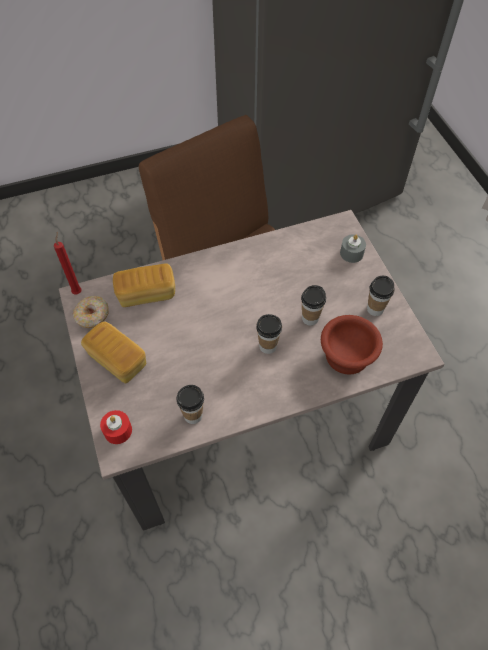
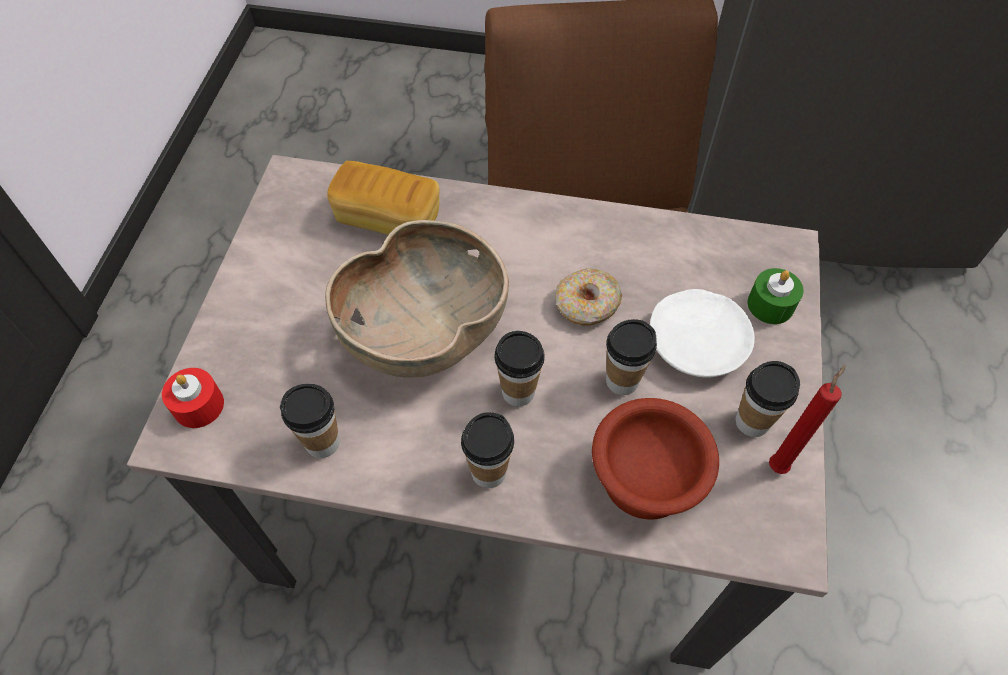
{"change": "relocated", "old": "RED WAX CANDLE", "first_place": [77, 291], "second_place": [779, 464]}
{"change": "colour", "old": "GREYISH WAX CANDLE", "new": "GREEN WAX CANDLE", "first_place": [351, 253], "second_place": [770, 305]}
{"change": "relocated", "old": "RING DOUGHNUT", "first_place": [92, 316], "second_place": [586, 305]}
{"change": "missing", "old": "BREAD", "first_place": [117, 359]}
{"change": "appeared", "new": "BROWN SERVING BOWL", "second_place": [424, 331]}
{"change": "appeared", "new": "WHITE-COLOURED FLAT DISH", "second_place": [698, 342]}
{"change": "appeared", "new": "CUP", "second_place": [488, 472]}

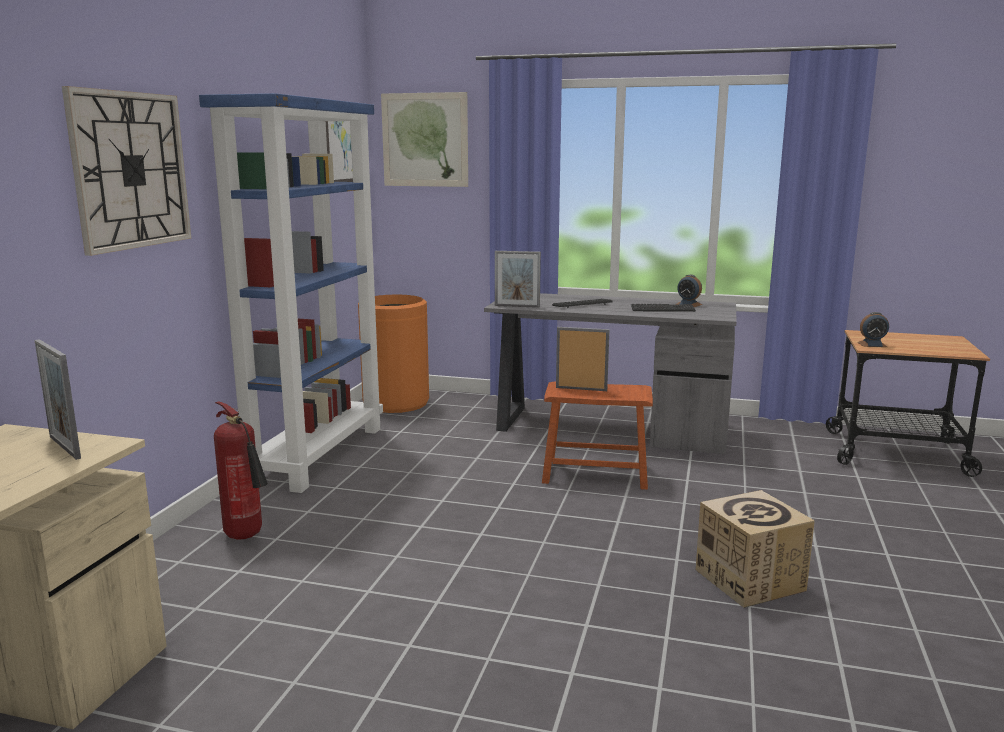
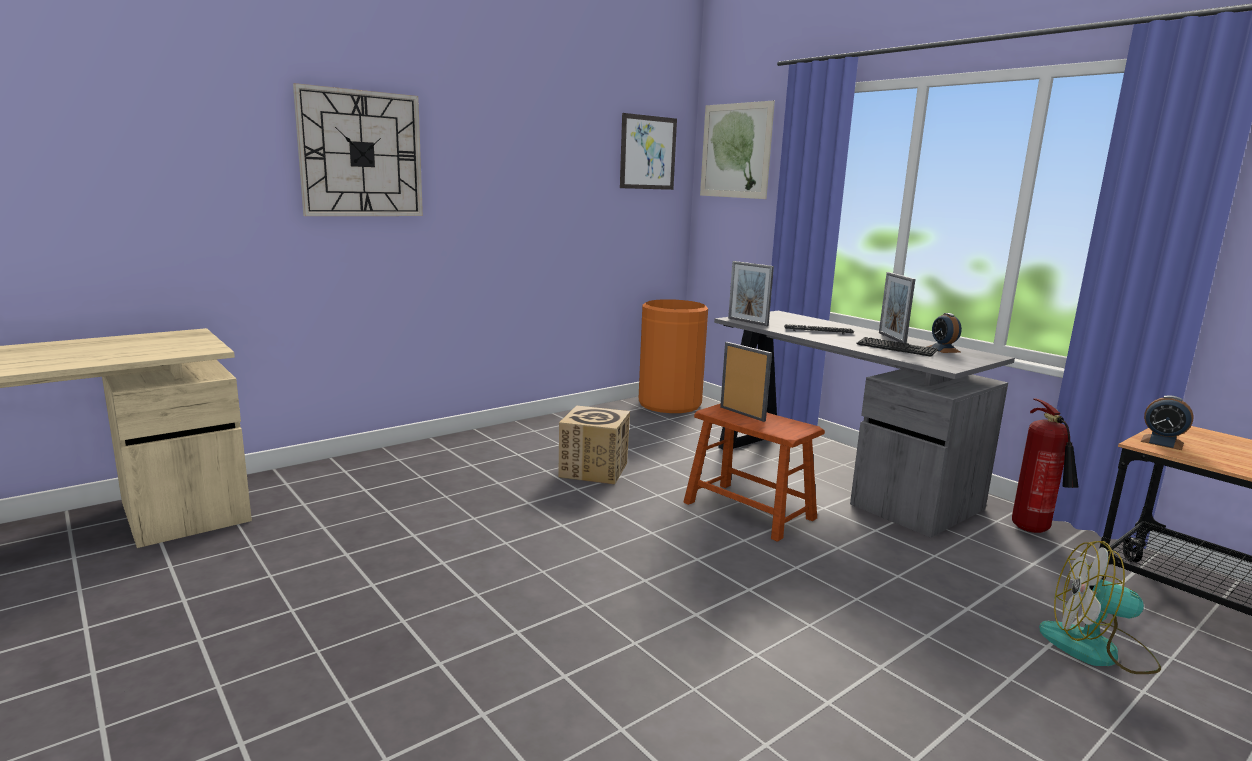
{"change": "missing", "old": "BLUE BOOKSHELF", "first_place": [318, 454]}
{"change": "relocated", "old": "PICTURE FRAME", "first_place": [64, 447], "second_place": [891, 338]}
{"change": "relocated", "old": "FIRE-FIGHTING CYLINDER", "first_place": [247, 536], "second_place": [1034, 531]}
{"change": "relocated", "old": "PACKING BOX", "first_place": [749, 580], "second_place": [594, 470]}
{"change": "appeared", "new": "ELECTRIC FAN", "second_place": [1097, 649]}

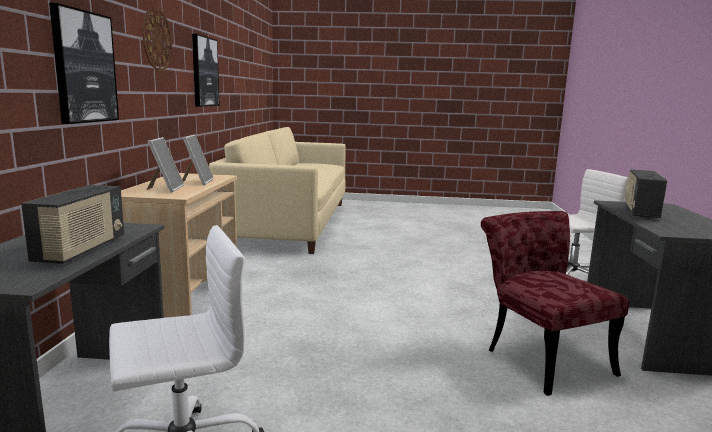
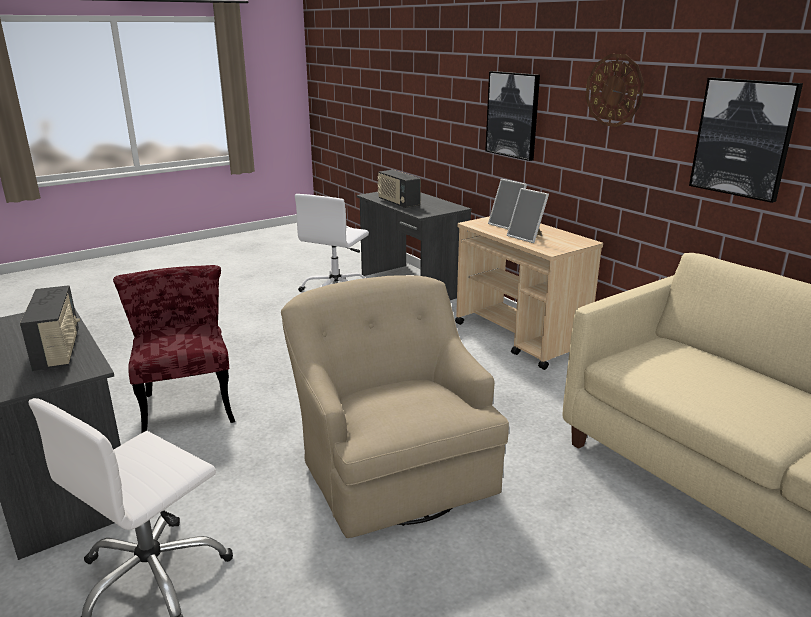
{"change": "spun", "old": "RED PLAIN CHAIR", "first_place": [540, 356], "second_place": [187, 402], "degrees": -135}
{"change": "appeared", "new": "BEIGE LOUNGE CHAIR", "second_place": [392, 467]}

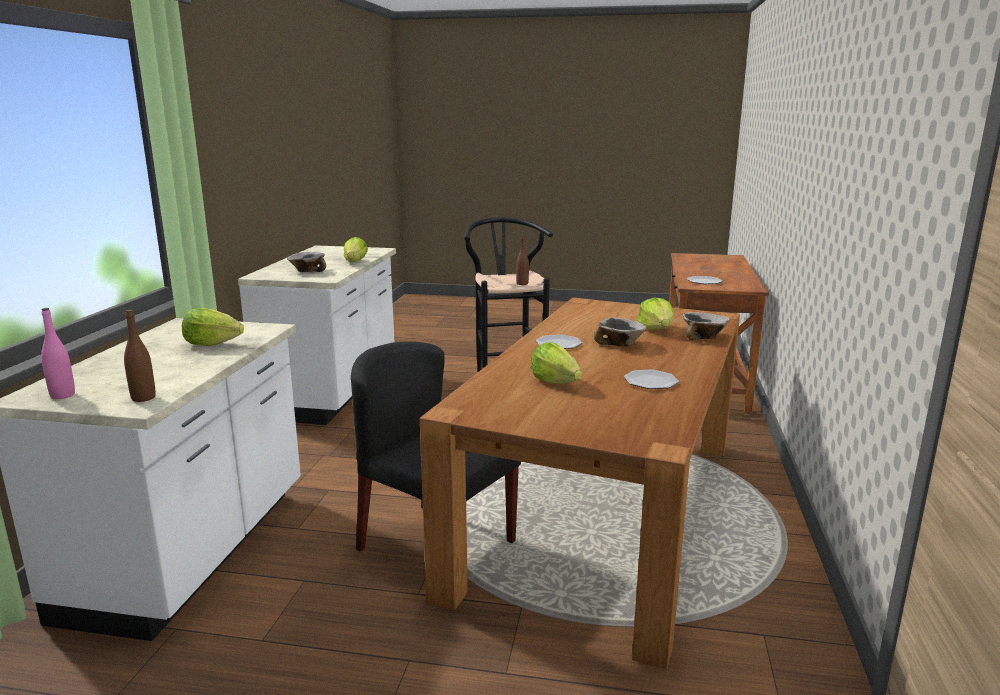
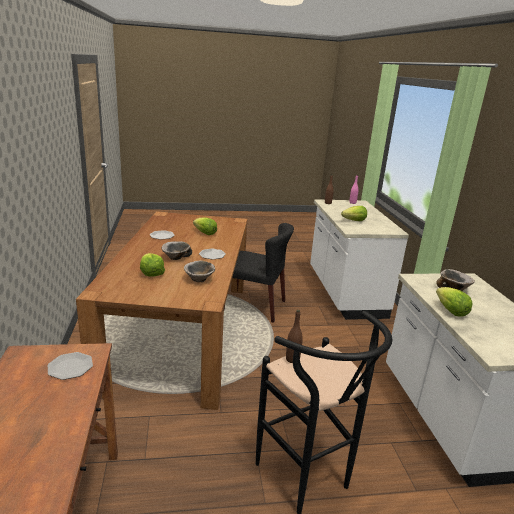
{"change": "relocated", "old": "SERVING BOWL", "first_place": [703, 336], "second_place": [199, 279]}

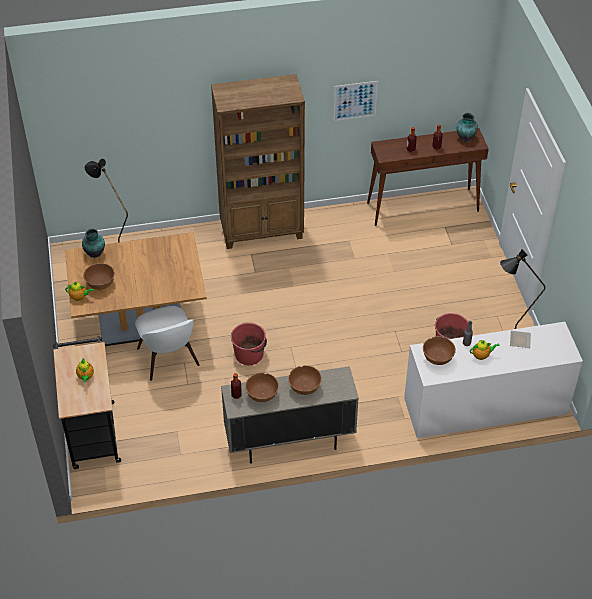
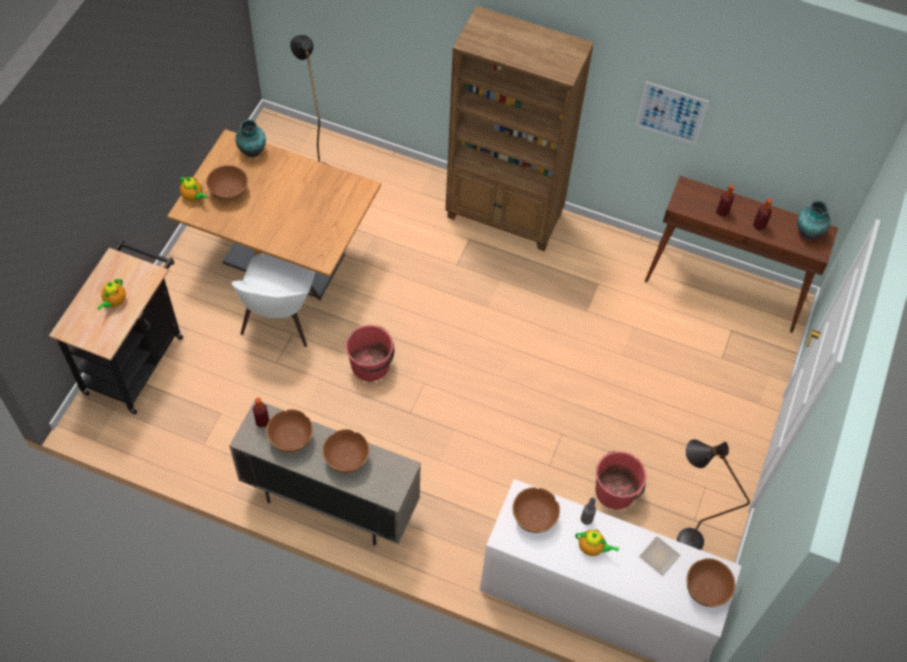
{"change": "appeared", "new": "BROWN SERVING BOWL", "second_place": [706, 589]}

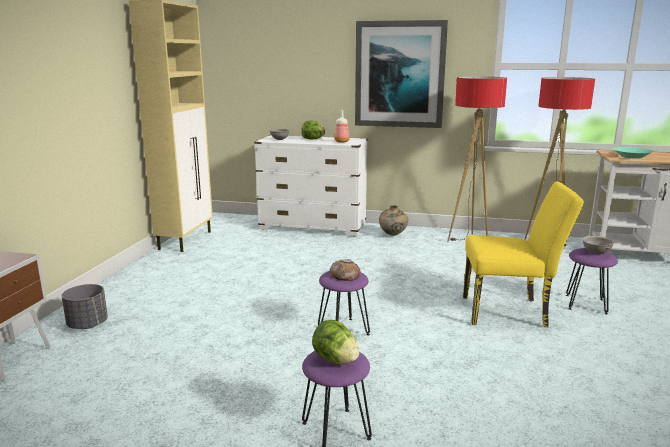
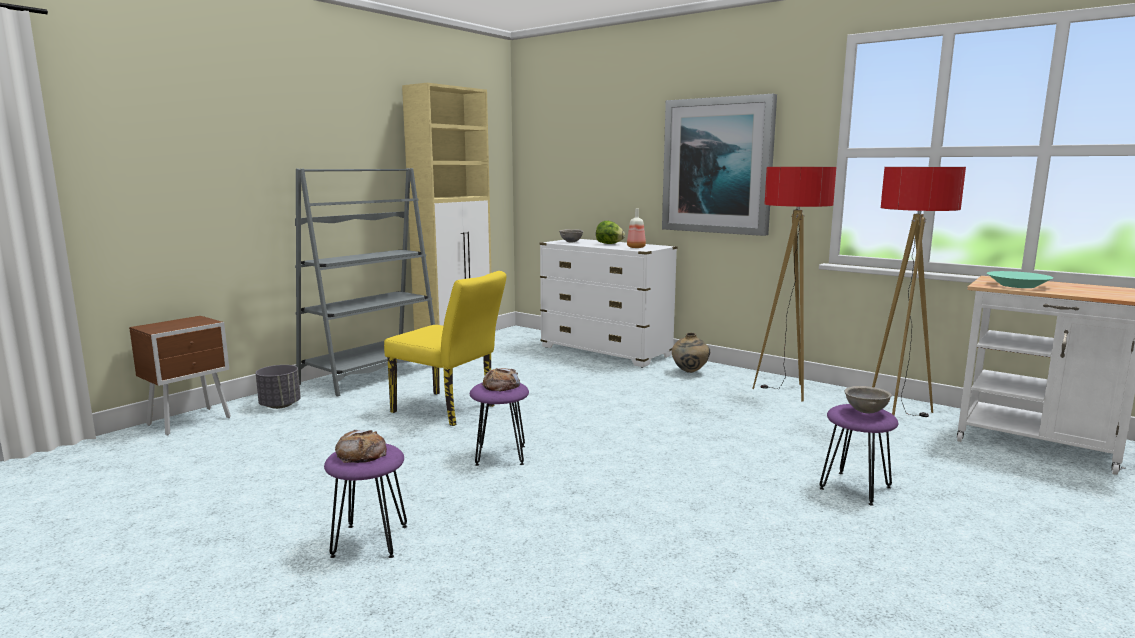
{"change": "relocated", "old": "YELLOW PLAIN CHAIR", "first_place": [511, 312], "second_place": [450, 410]}
{"change": "exchanged", "old": "LETTUCE HEAD", "new": "BREAD", "first_place": [335, 360], "second_place": [361, 453]}
{"change": "appeared", "new": "GREYISH BOOKSHELF", "second_place": [372, 375]}

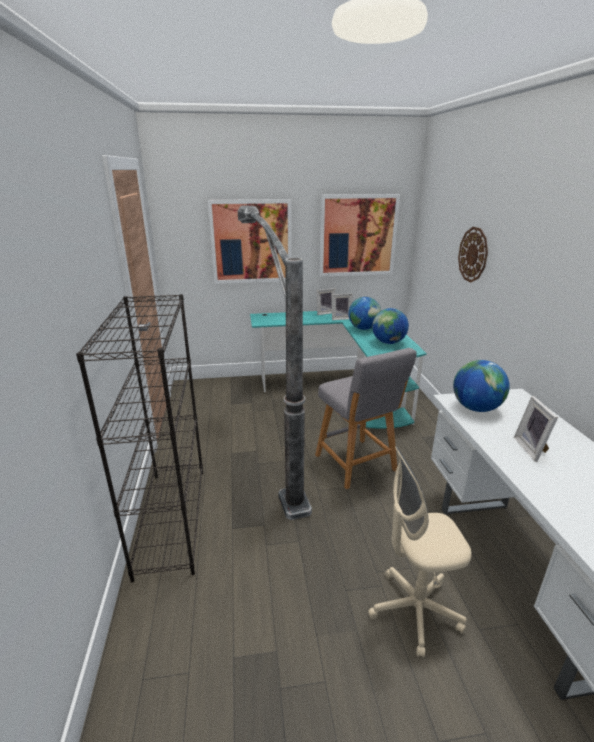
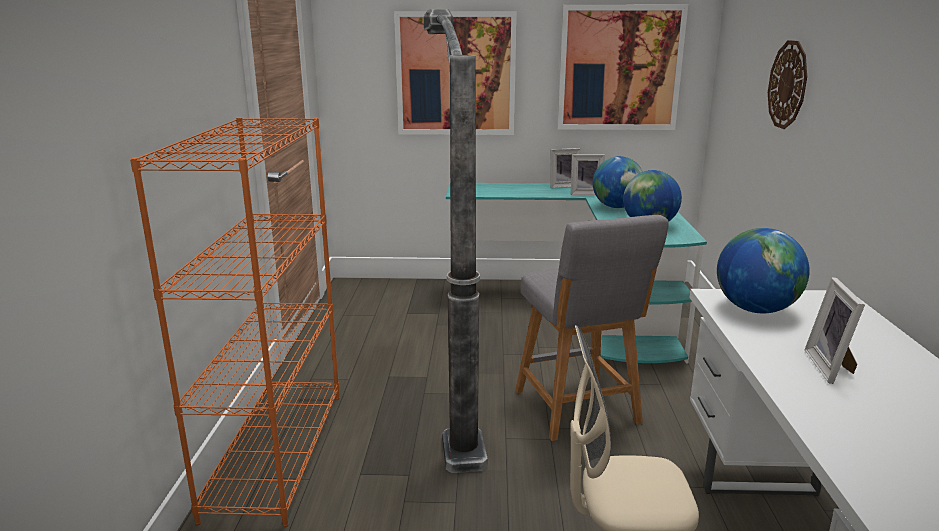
{"change": "colour", "old": "BLACK-COLOURED BOOKSHELF", "new": "ORANGE-COLOURED BOOKSHELF", "first_place": [171, 518], "second_place": [277, 451]}

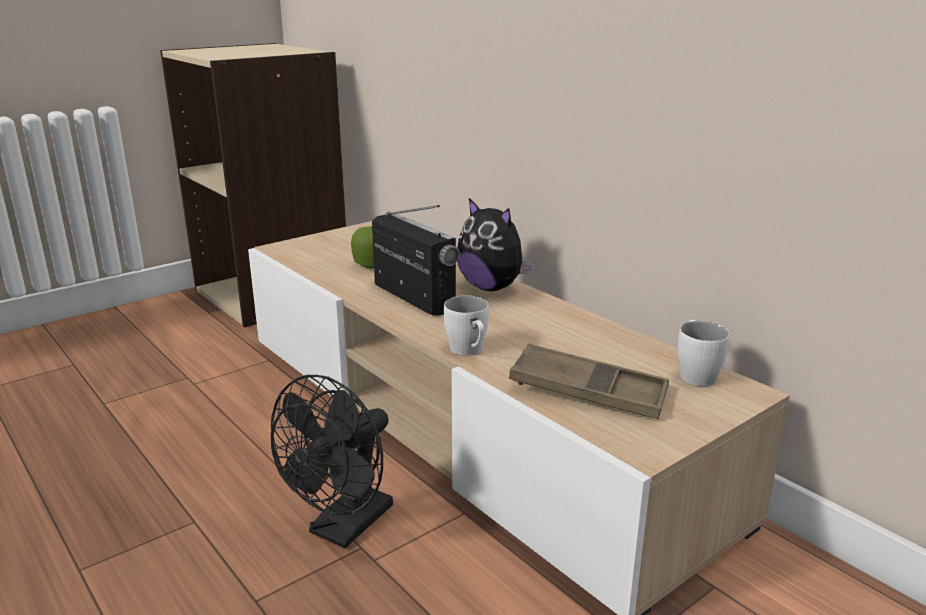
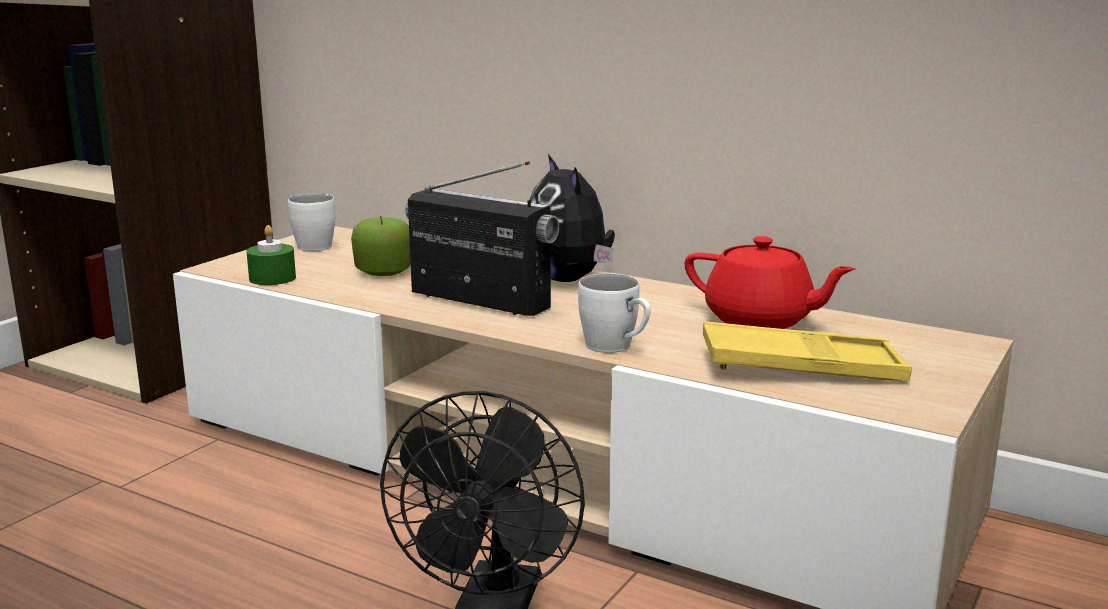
{"change": "spun", "old": "CUDDLY TOY", "first_place": [492, 287], "second_place": [570, 279], "degrees": 45}
{"change": "relocated", "old": "WHITE-COLOURED COFFEE MUG", "first_place": [695, 373], "second_place": [312, 244]}
{"change": "colour", "old": "BROWN SERVING TRAY", "new": "YELLOW SERVING TRAY", "first_place": [588, 391], "second_place": [801, 367]}
{"change": "appeared", "new": "GREEN WAX CANDLE", "second_place": [272, 278]}
{"change": "appeared", "new": "RED POT FOR TEA", "second_place": [760, 320]}

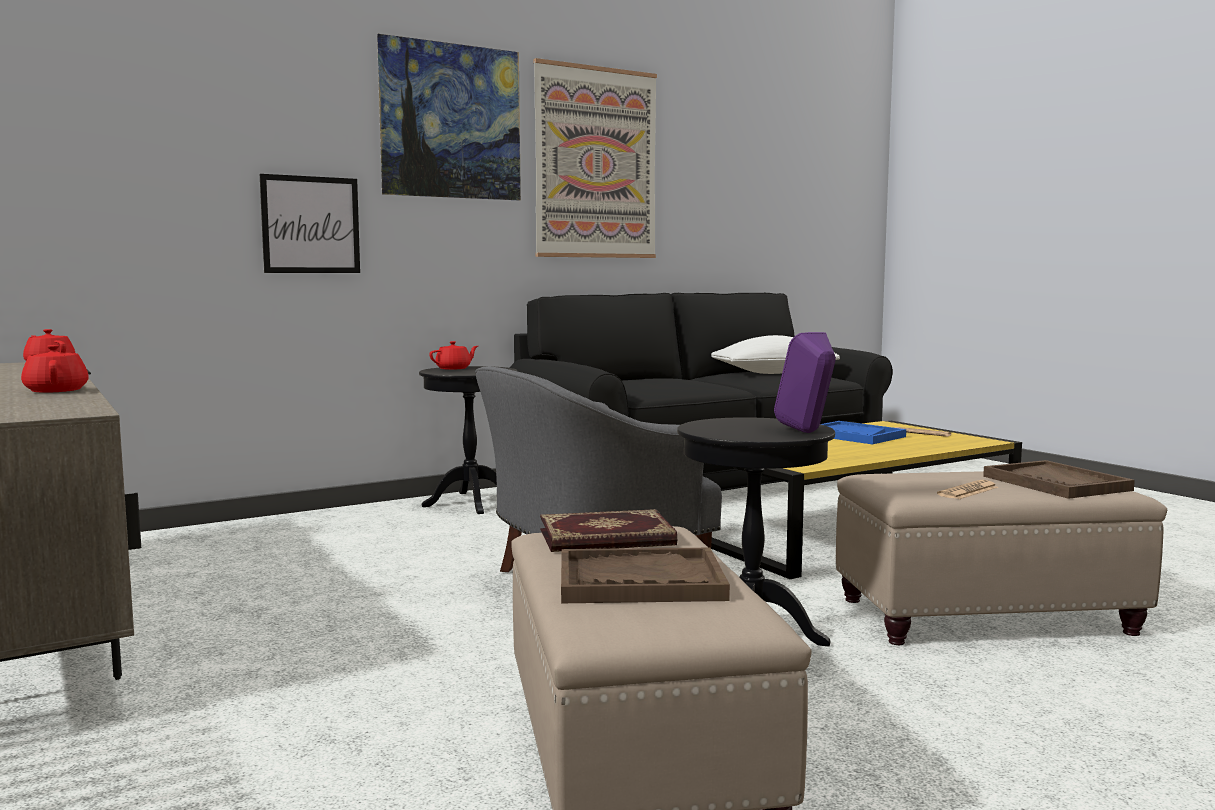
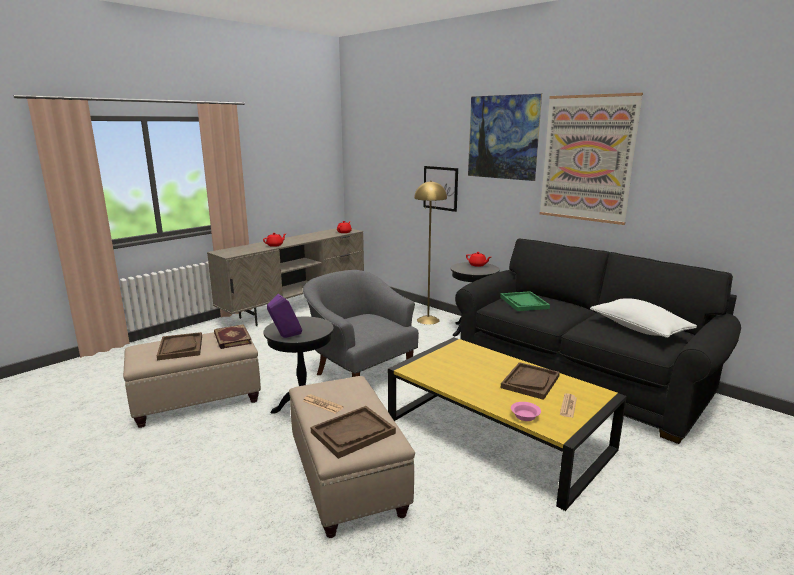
{"change": "colour", "old": "BLUE SERVING TRAY", "new": "BROWN SERVING TRAY", "first_place": [854, 435], "second_place": [530, 382]}
{"change": "appeared", "new": "YELLOW STANDARD LAMP", "second_place": [428, 320]}
{"change": "appeared", "new": "GREEN SERVING TRAY", "second_place": [524, 303]}
{"change": "appeared", "new": "PINK SERVING BOWL", "second_place": [524, 416]}

